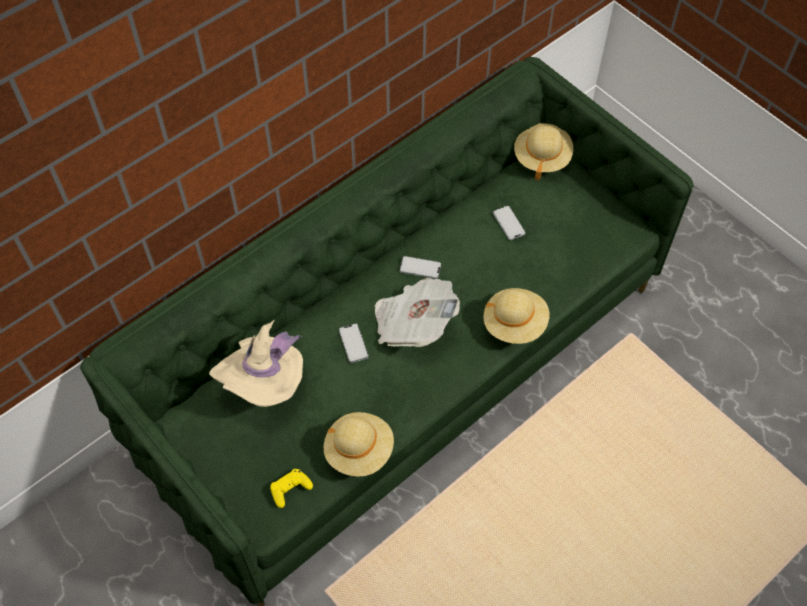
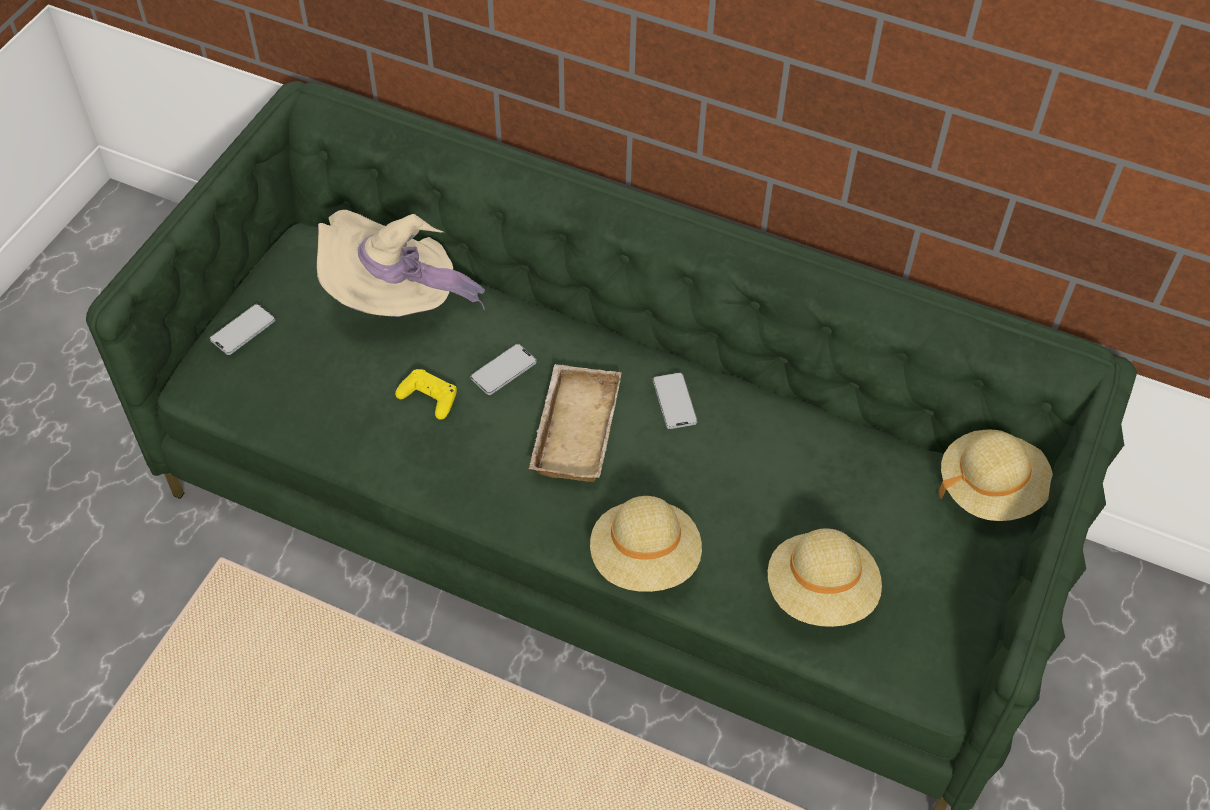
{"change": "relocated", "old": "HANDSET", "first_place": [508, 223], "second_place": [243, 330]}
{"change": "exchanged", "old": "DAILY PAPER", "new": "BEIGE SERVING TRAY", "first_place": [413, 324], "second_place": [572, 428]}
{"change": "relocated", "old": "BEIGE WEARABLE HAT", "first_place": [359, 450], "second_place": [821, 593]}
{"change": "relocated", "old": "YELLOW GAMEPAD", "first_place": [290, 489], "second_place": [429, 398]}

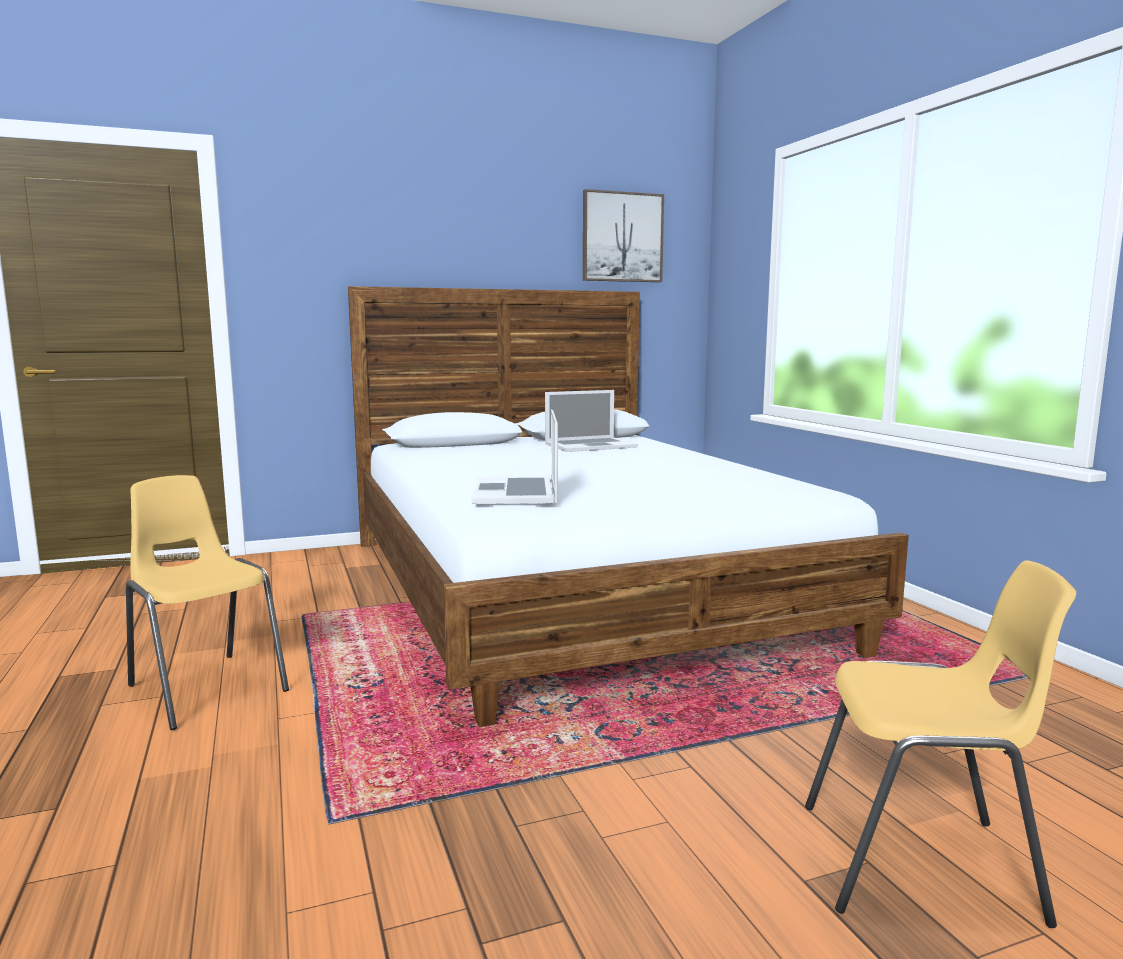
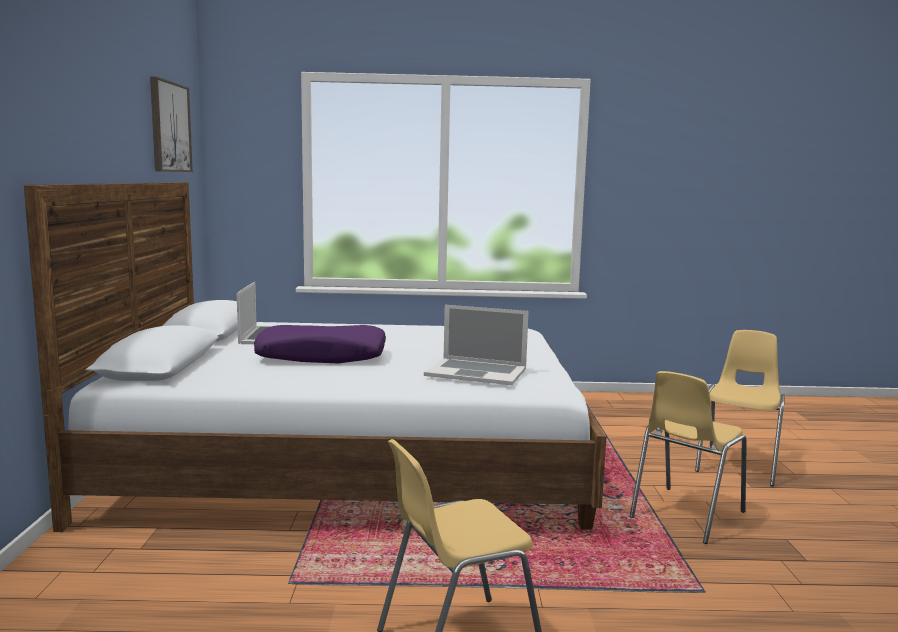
{"change": "appeared", "new": "PURPLE-COLOURED PILLOW", "second_place": [322, 356]}
{"change": "appeared", "new": "YELLOW PLAIN CHAIR", "second_place": [685, 515]}

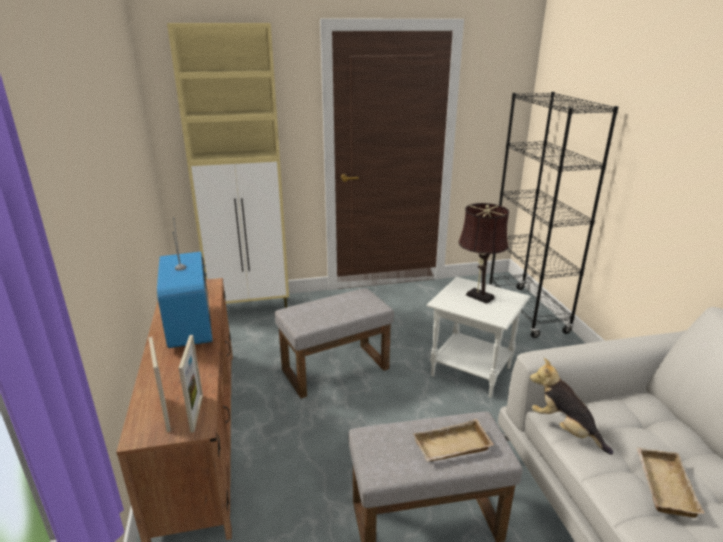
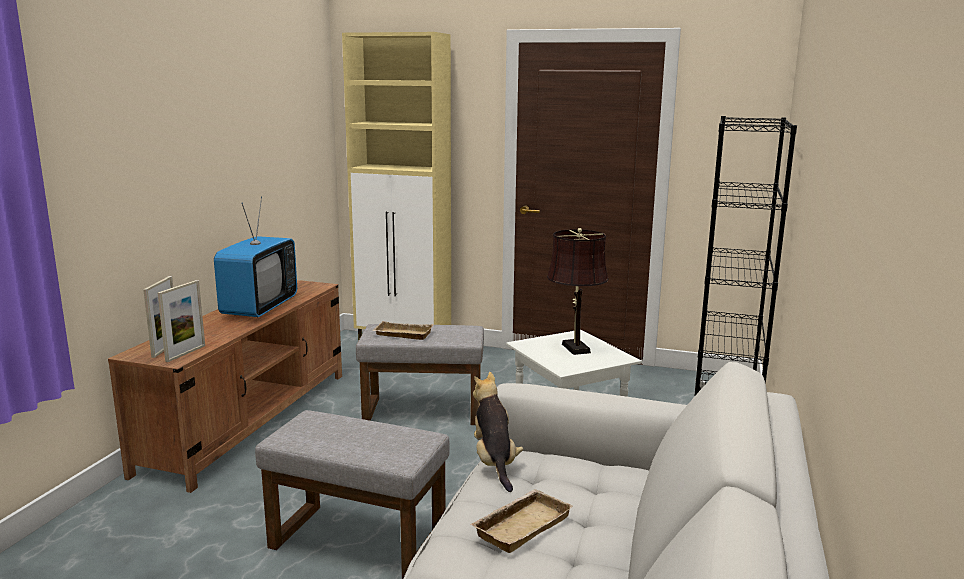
{"change": "relocated", "old": "BEIGE SERVING TRAY", "first_place": [452, 448], "second_place": [402, 335]}

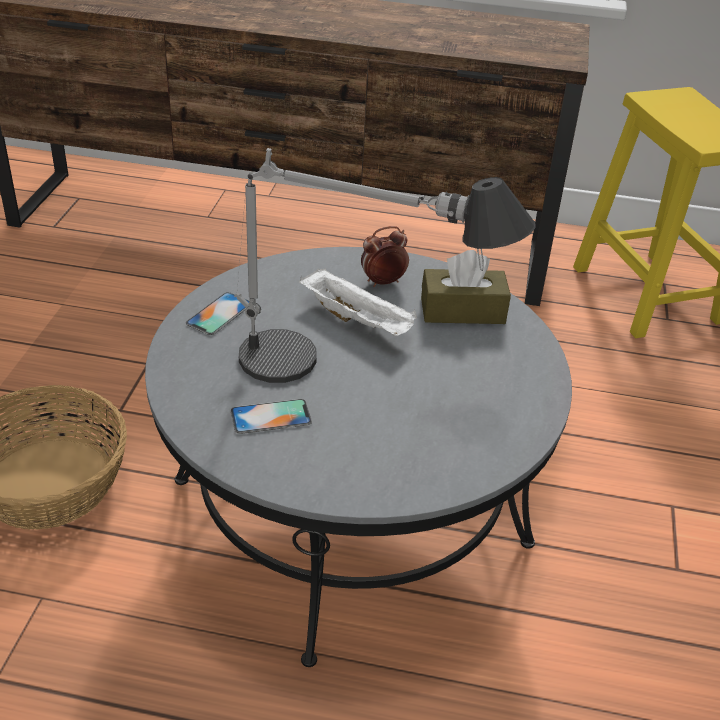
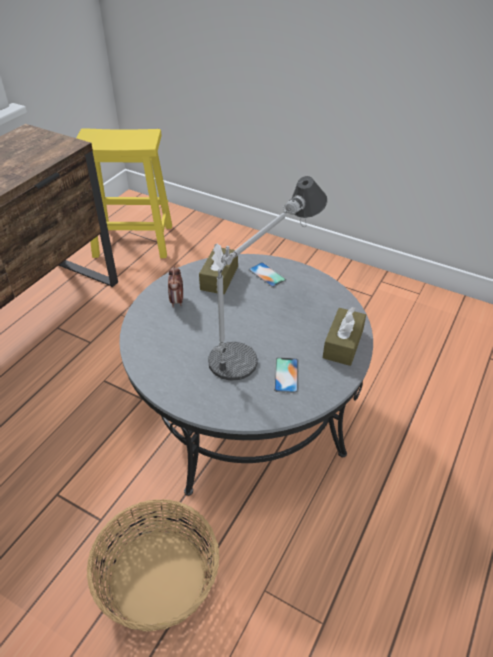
{"change": "missing", "old": "WHITE-COLOURED SERVING TRAY", "first_place": [358, 320]}
{"change": "relocated", "old": "HANDSET", "first_place": [219, 314], "second_place": [267, 275]}
{"change": "appeared", "new": "BROWN TISSUE BOX", "second_place": [343, 344]}

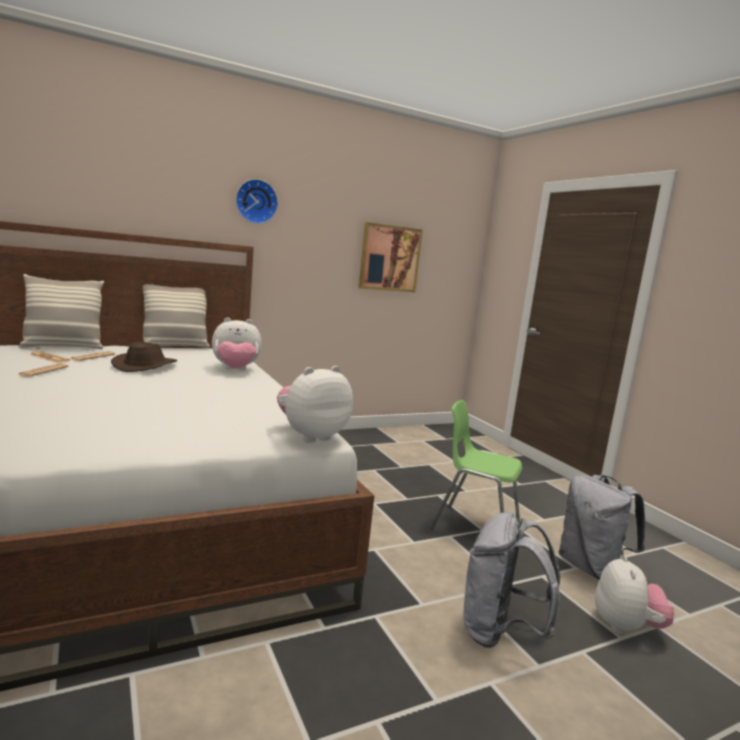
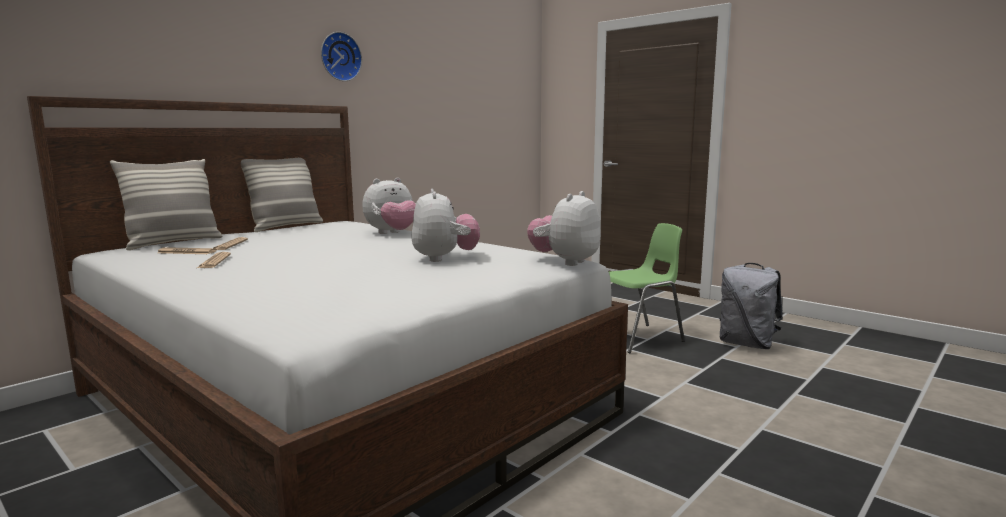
{"change": "missing", "old": "WALL ART", "first_place": [389, 258]}
{"change": "missing", "old": "BROWN WEARABLE HAT", "first_place": [145, 366]}
{"change": "spun", "old": "GREEN PLAIN CHAIR", "first_place": [474, 526], "second_place": [639, 338], "degrees": 150}
{"change": "missing", "old": "GREYISH KNAPSACK", "first_place": [499, 632]}
{"change": "relocated", "old": "CUDDLY TOY", "first_place": [626, 627], "second_place": [445, 258]}

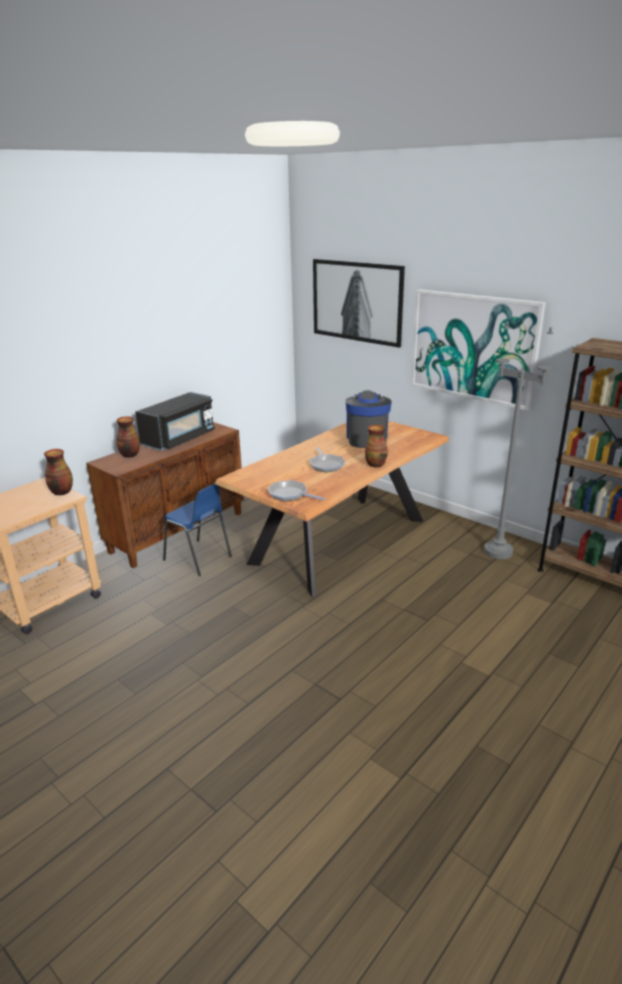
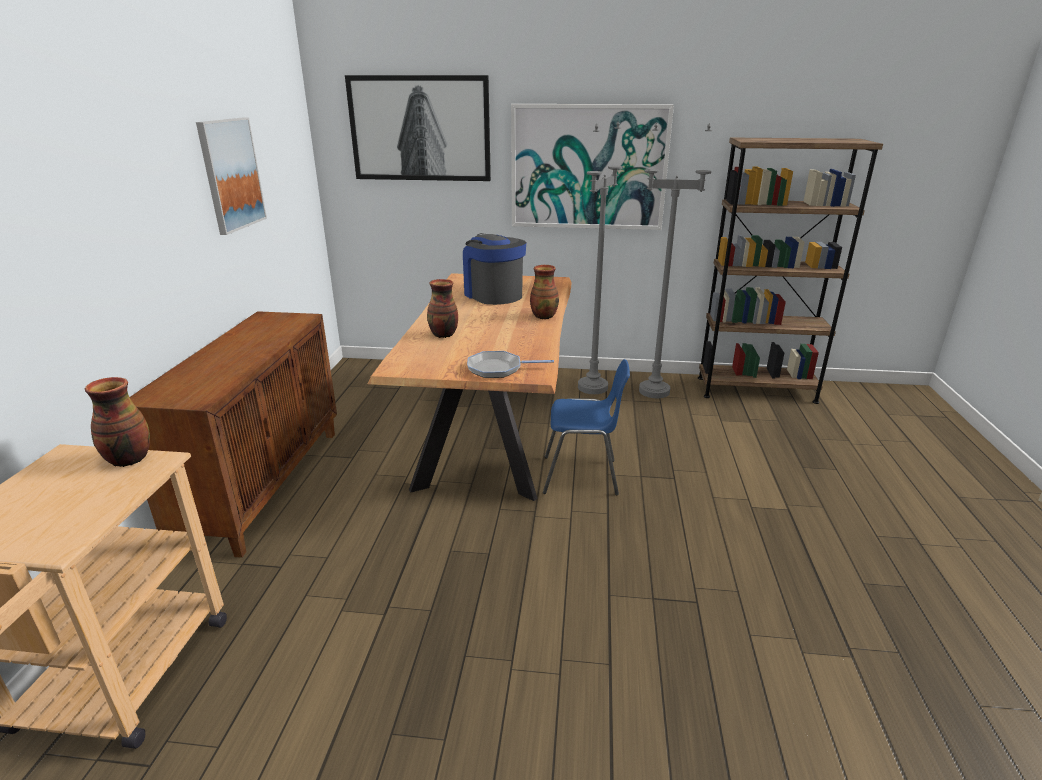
{"change": "missing", "old": "BLACK-COLOURED MICROWAVE OVEN", "first_place": [179, 439]}
{"change": "relocated", "old": "DECORATIVE VASE", "first_place": [129, 455], "second_place": [443, 335]}
{"change": "missing", "old": "PAN", "first_place": [326, 465]}
{"change": "relocated", "old": "BLUE PLAIN CHAIR", "first_place": [199, 559], "second_place": [582, 476]}
{"change": "appeared", "new": "WALL ART", "second_place": [231, 174]}
{"change": "appeared", "new": "GREYISH STANDARD LAMP", "second_place": [592, 387]}

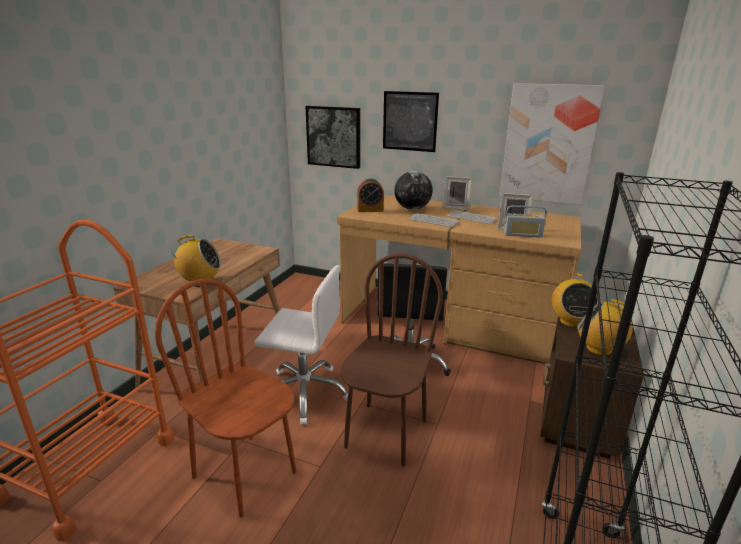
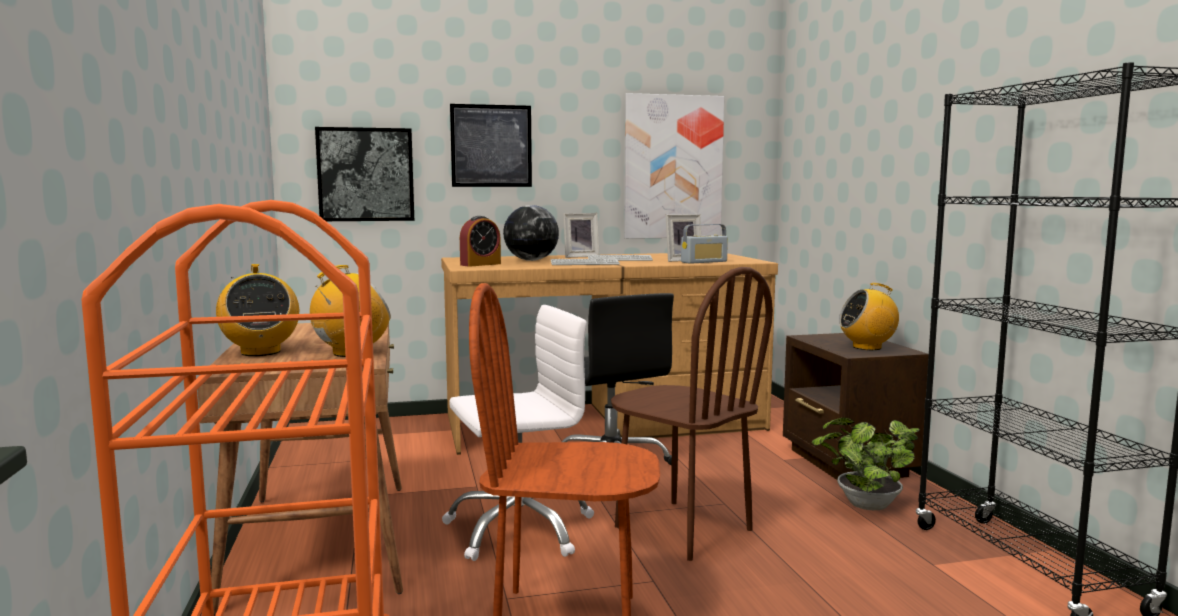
{"change": "spun", "old": "BROWN PLAIN CHAIR", "first_place": [385, 433], "second_place": [682, 528], "degrees": 150}
{"change": "relocated", "old": "RADIO RECEIVER", "first_place": [570, 322], "second_place": [260, 352]}
{"change": "appeared", "new": "HOUSEPLANT", "second_place": [864, 506]}

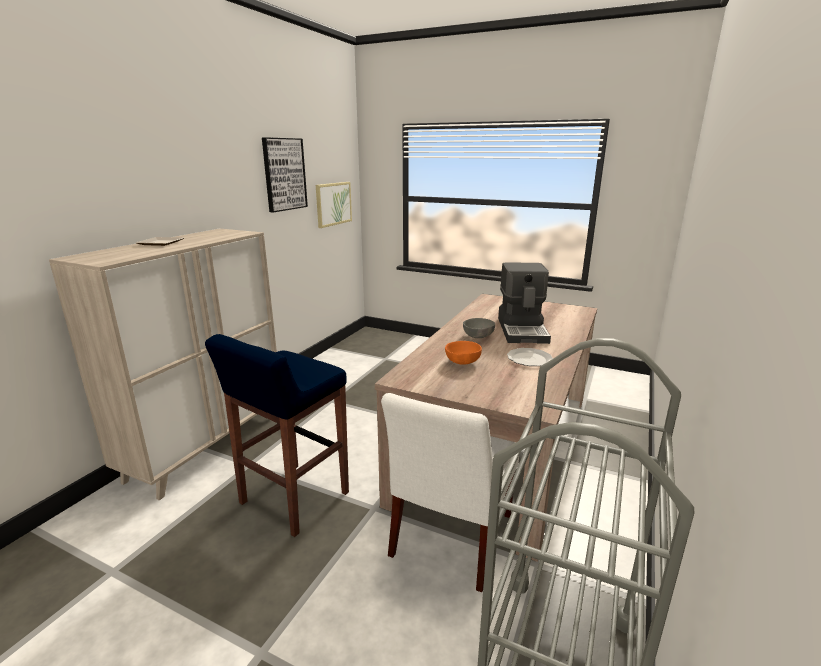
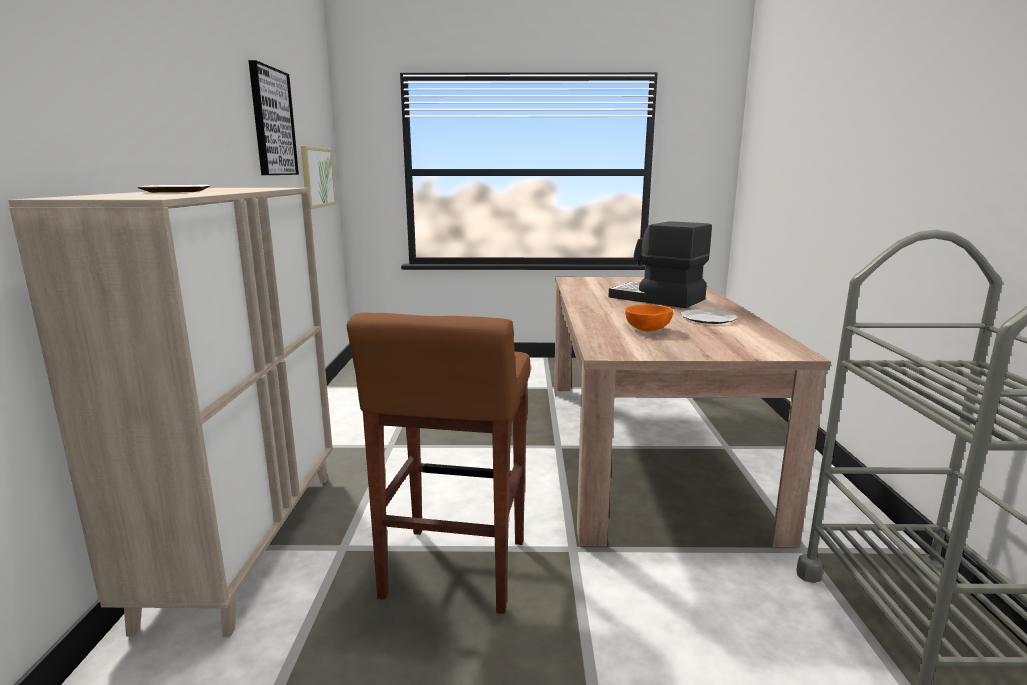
{"change": "spun", "old": "COFFEE MACHINE", "first_place": [523, 330], "second_place": [657, 299], "degrees": 150}
{"change": "missing", "old": "GREYISH SERVING BOWL", "first_place": [478, 337]}
{"change": "colour", "old": "BLUE SITTING STOOL", "new": "BROWN SITTING STOOL", "first_place": [293, 499], "second_place": [454, 570]}
{"change": "missing", "old": "WHITE-COLOURED PLAIN CHAIR", "first_place": [449, 538]}

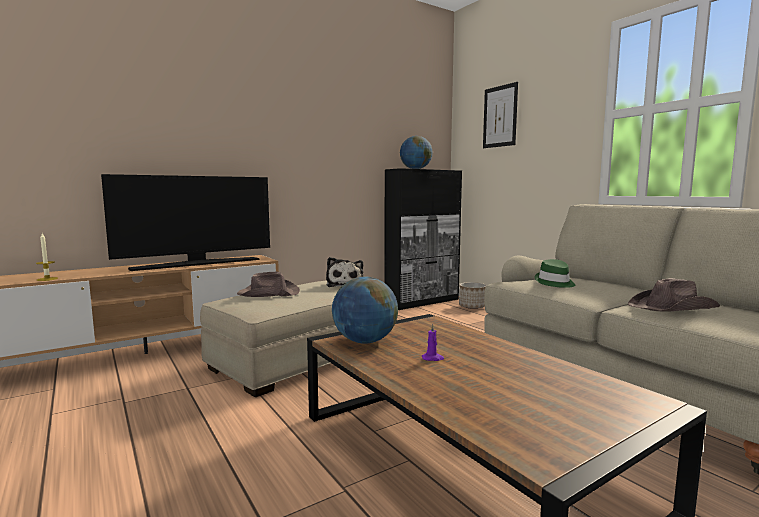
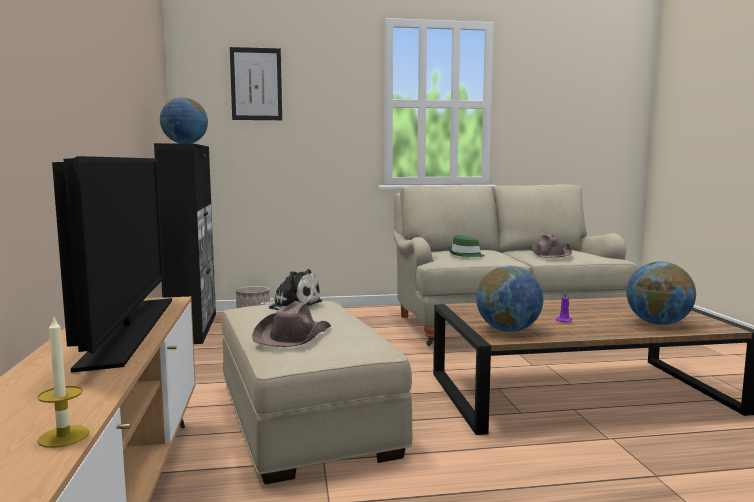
{"change": "appeared", "new": "DESK GLOBE", "second_place": [658, 323]}

